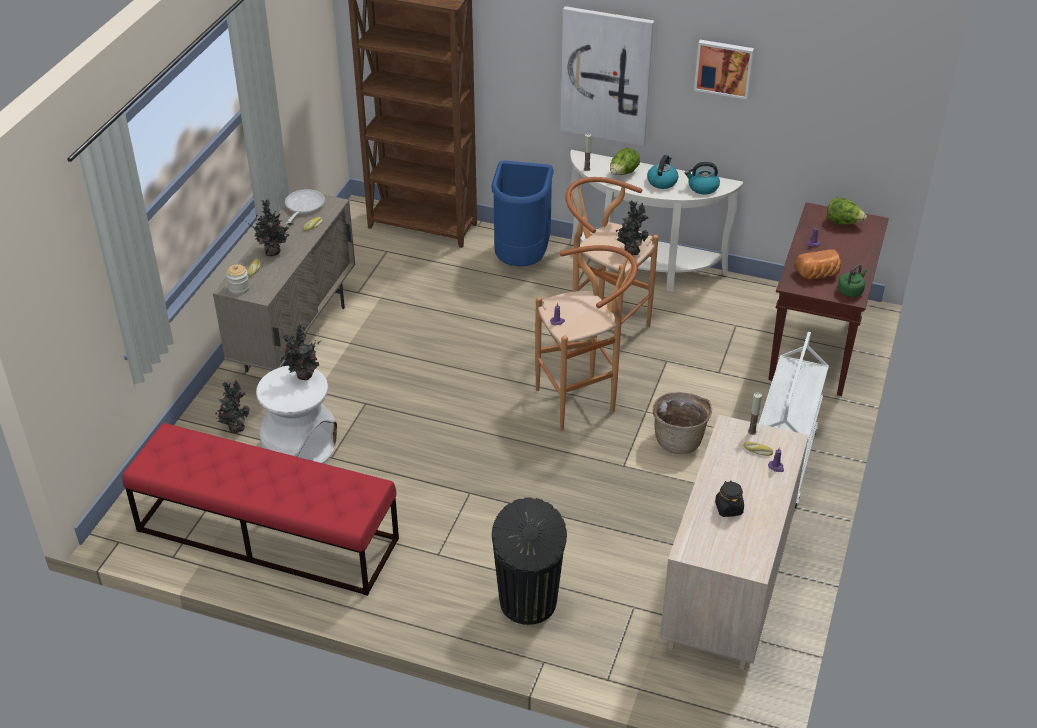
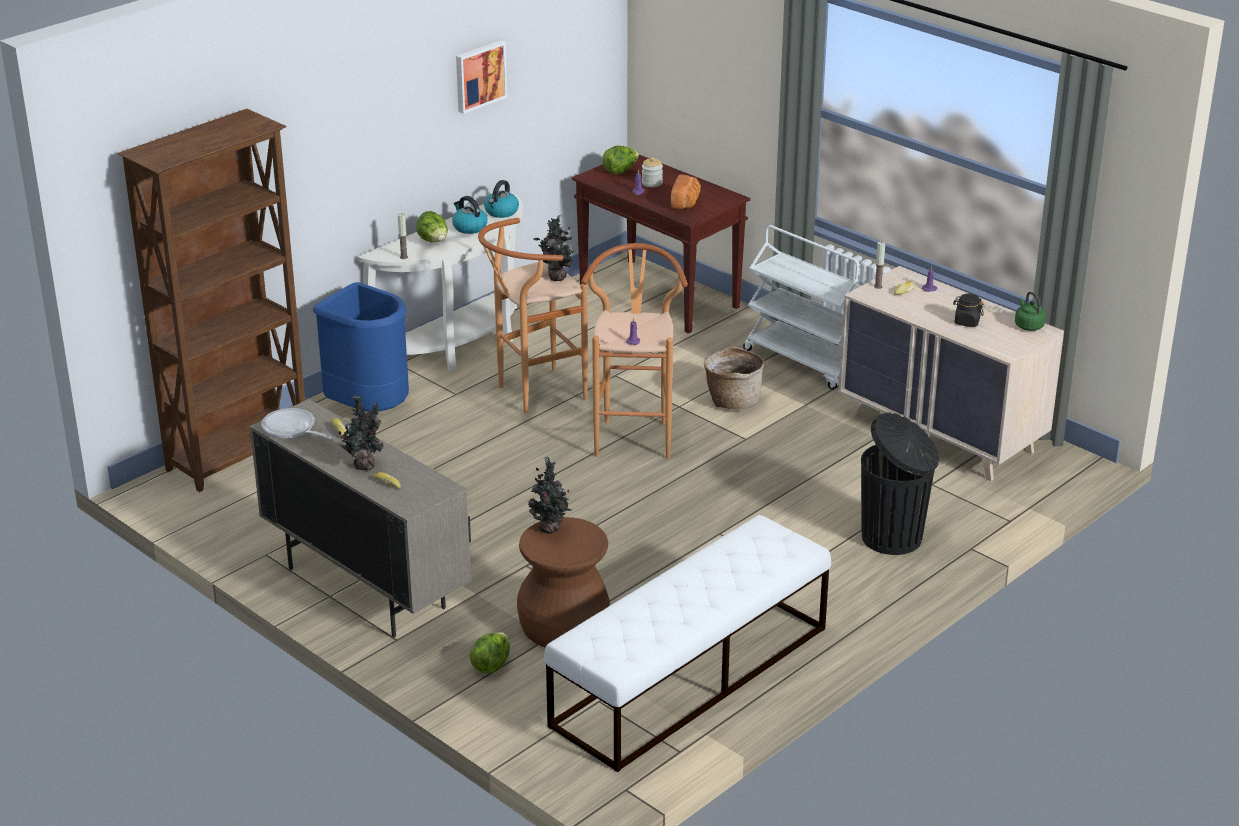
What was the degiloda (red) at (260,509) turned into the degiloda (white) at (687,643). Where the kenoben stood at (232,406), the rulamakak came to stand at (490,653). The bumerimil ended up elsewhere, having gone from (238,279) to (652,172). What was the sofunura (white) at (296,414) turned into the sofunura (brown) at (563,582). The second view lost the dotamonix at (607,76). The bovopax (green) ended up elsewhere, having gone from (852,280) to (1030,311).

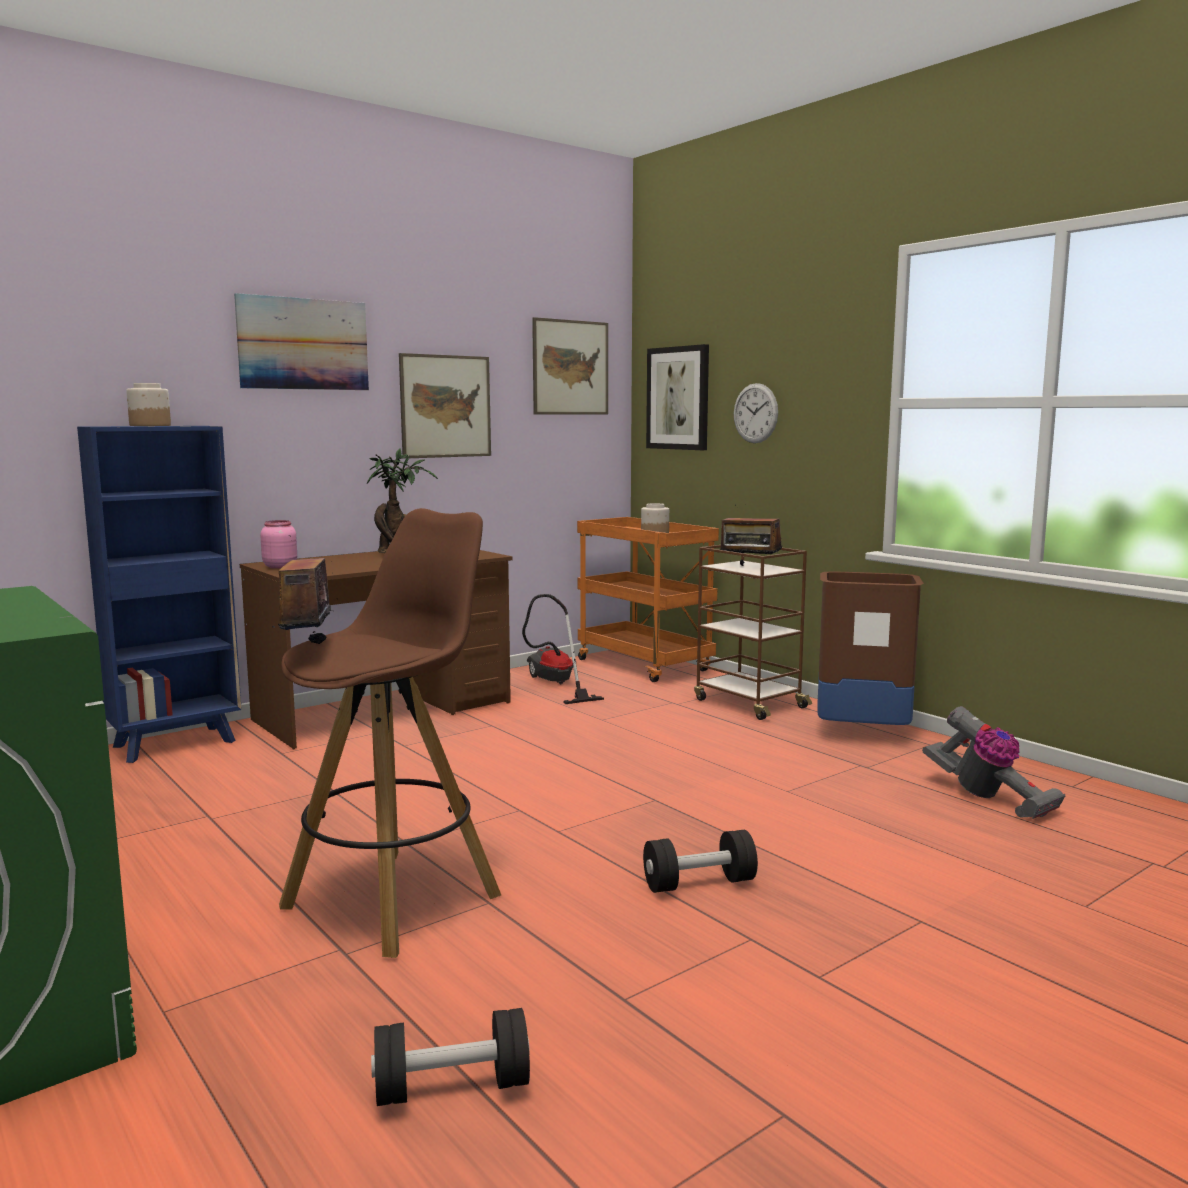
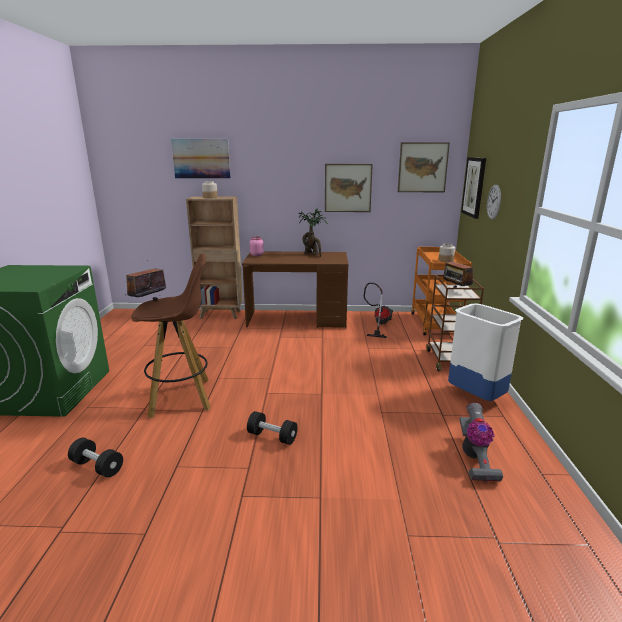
What was the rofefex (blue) at (159,594) turned into the rofefex (brown) at (214,257). The dotamonix ended up elsewhere, having gone from (301,341) to (200,159). What was the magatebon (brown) at (871,648) turned into the magatebon (white) at (485,352).

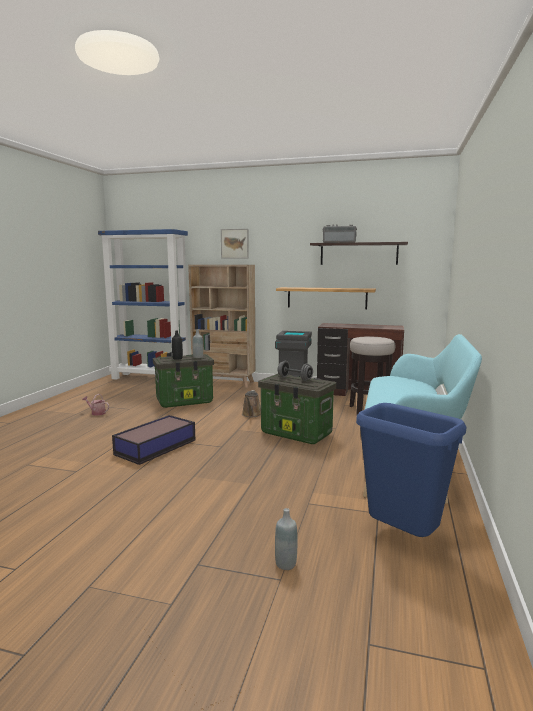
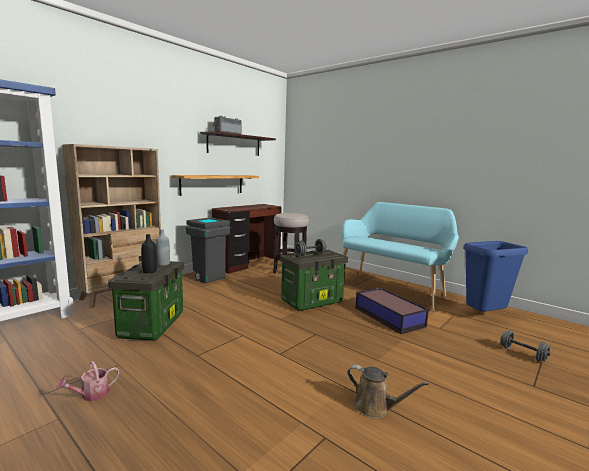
The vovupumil ended up elsewhere, having gone from (153,440) to (392,311). The second view lost the dotamonix at (235,244). The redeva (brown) ended up elsewhere, having gone from (251,403) to (388,392). Where the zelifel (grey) stood at (286,539), the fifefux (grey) came to stand at (525,346).

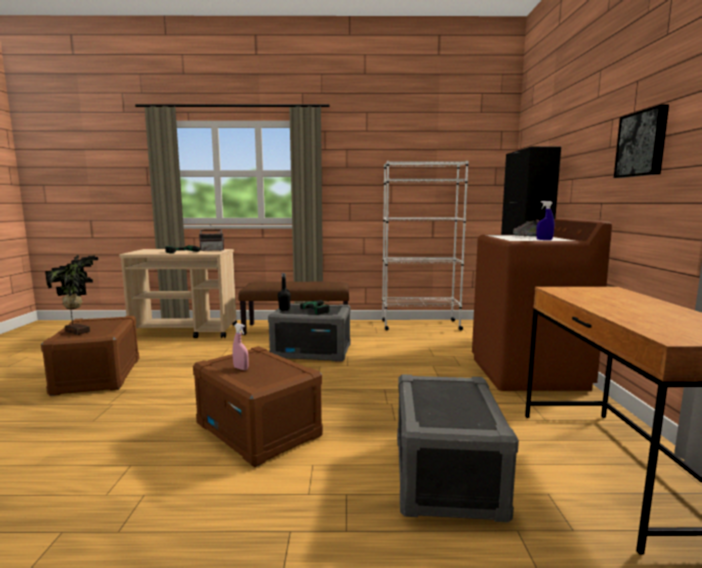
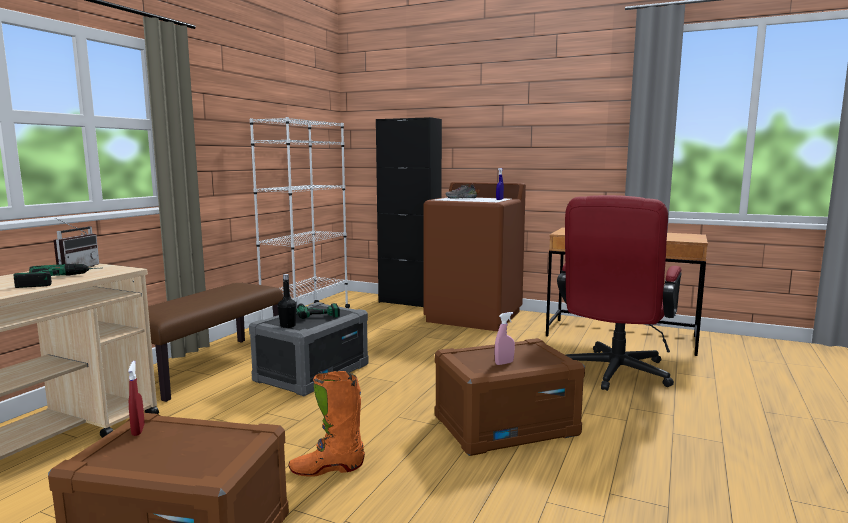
The second view lost the kenoben at (71,295). Where the vovupumil (grey) stood at (458,448), the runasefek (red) came to stand at (619,293). The second view lost the dotamonix at (641,141). The second view gained the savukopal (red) at (136,398). The second view gained the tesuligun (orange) at (327,424).

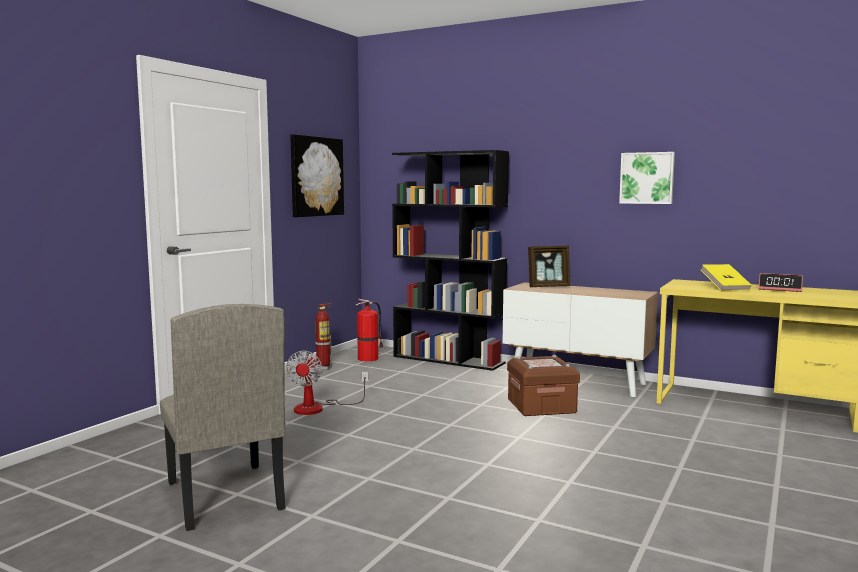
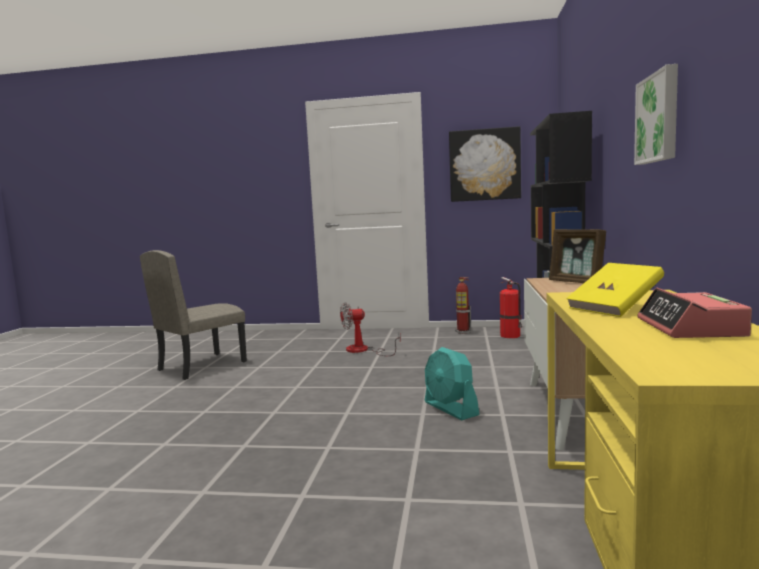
Where the vovupumil (brown) stood at (543,385), the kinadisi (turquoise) came to stand at (452,383).

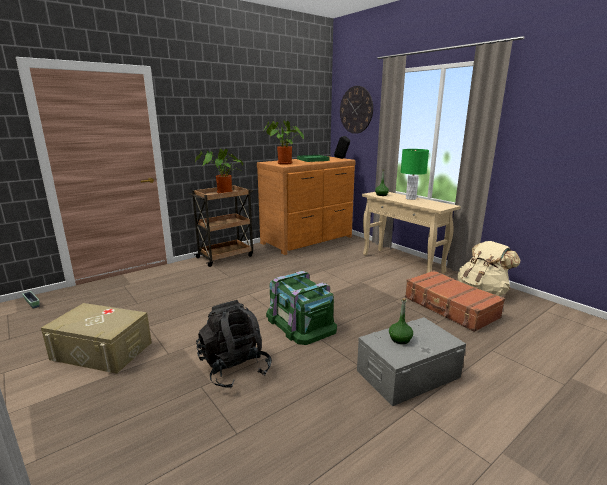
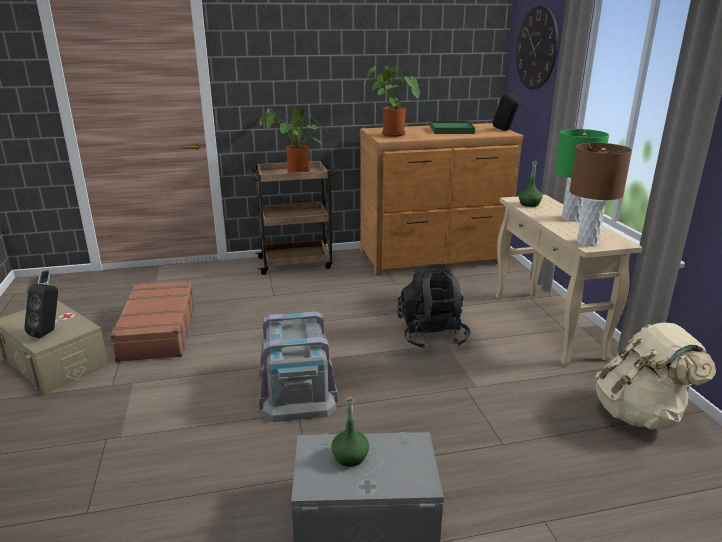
The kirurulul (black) ended up elsewhere, having gone from (234,344) to (434,306). What was the vovupumil (green) at (301,308) turned into the vovupumil (grey) at (298,366). The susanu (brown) ended up elsewhere, having gone from (455,301) to (152,321). The second view gained the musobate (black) at (41,311). The second view gained the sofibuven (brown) at (600,194).

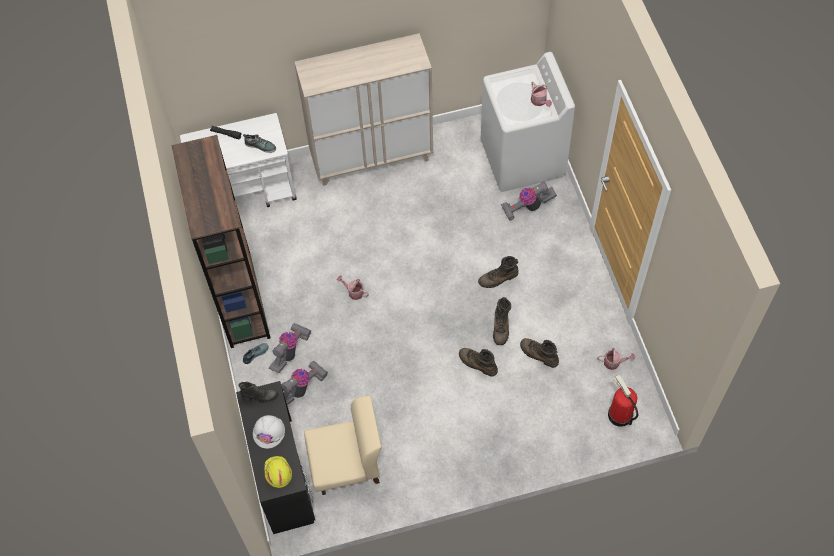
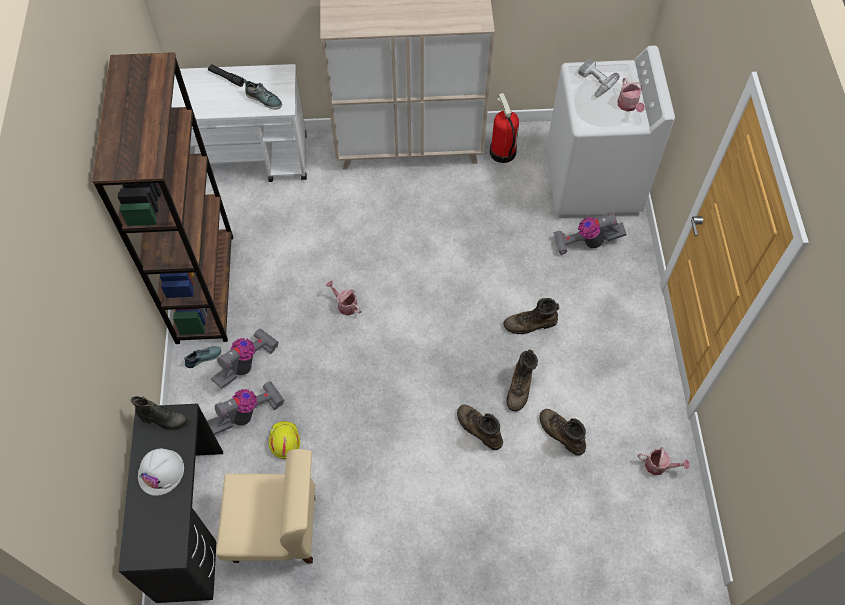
The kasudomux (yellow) ended up elsewhere, having gone from (278,472) to (284,440). The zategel ended up elsewhere, having gone from (623,401) to (504,128). The second view gained the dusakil at (599,77).

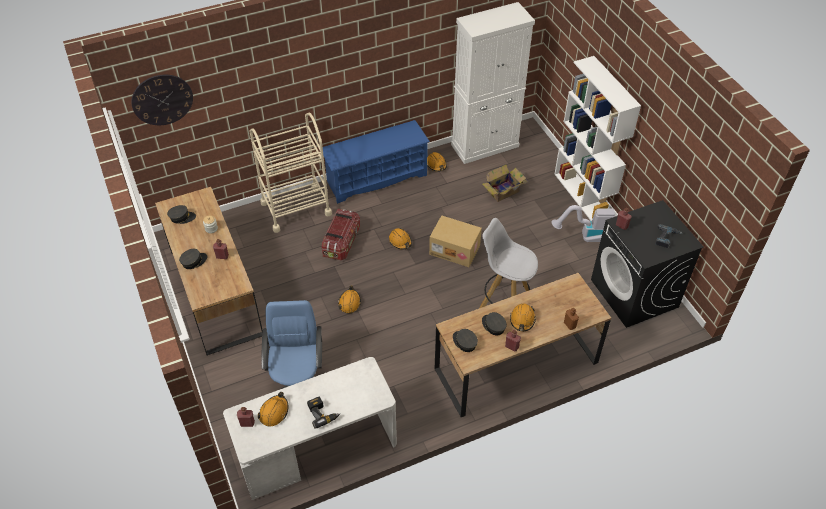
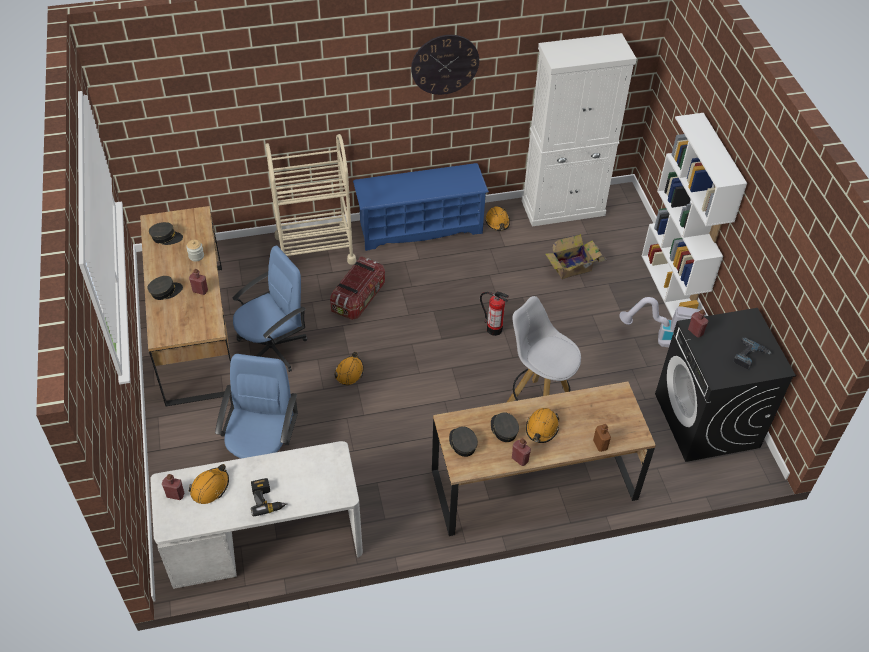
The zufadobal ended up elsewhere, having gone from (162,100) to (445,65). The second view lost the kasudomux (orange) at (400,239). Where the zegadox stood at (455,241), the zategel came to stand at (494,314). The second view gained the runasefek (blue) at (270,308).

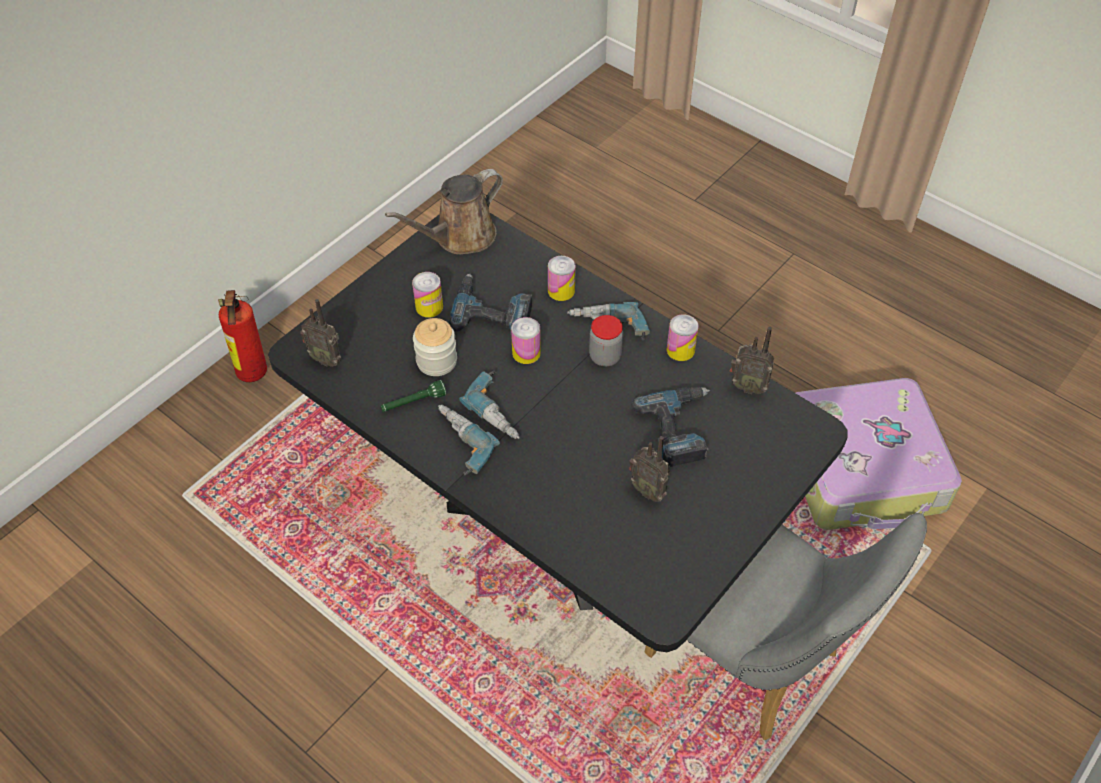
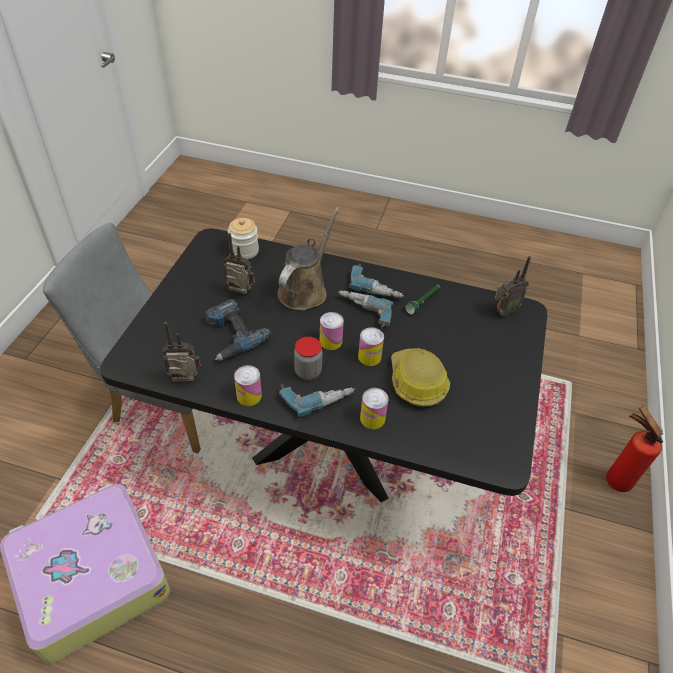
The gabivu at (320,333) ended up facing another way, 150 degrees clockwise from before. The redeva (brown) ended up elsewhere, having gone from (444,211) to (308,258). The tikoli ended up elsewhere, having gone from (427,295) to (332,331). The bumerimil ended up elsewhere, having gone from (435,347) to (243,238). Where the dusakil stood at (490,303), the kasudomux came to stand at (420,377).

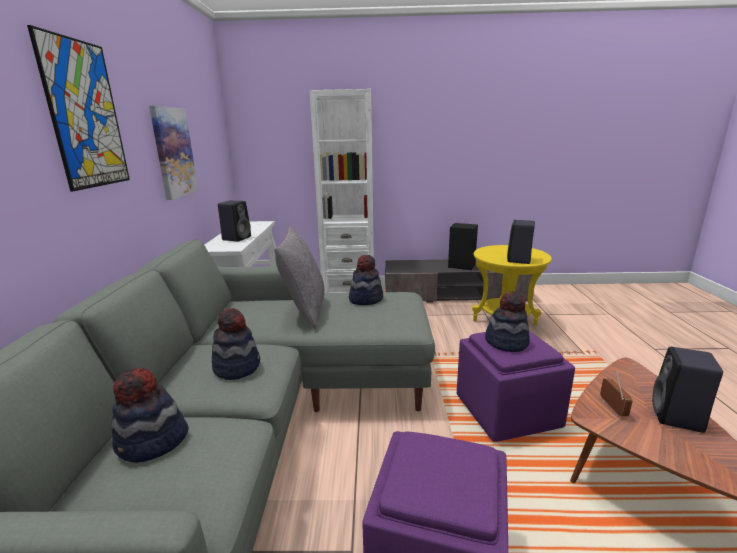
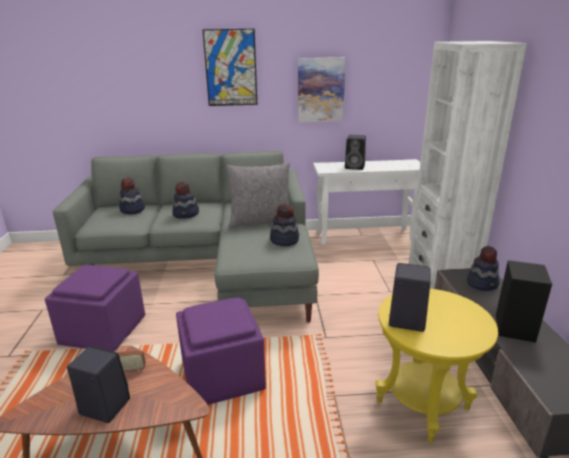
The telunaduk ended up elsewhere, having gone from (507,322) to (483,268).

